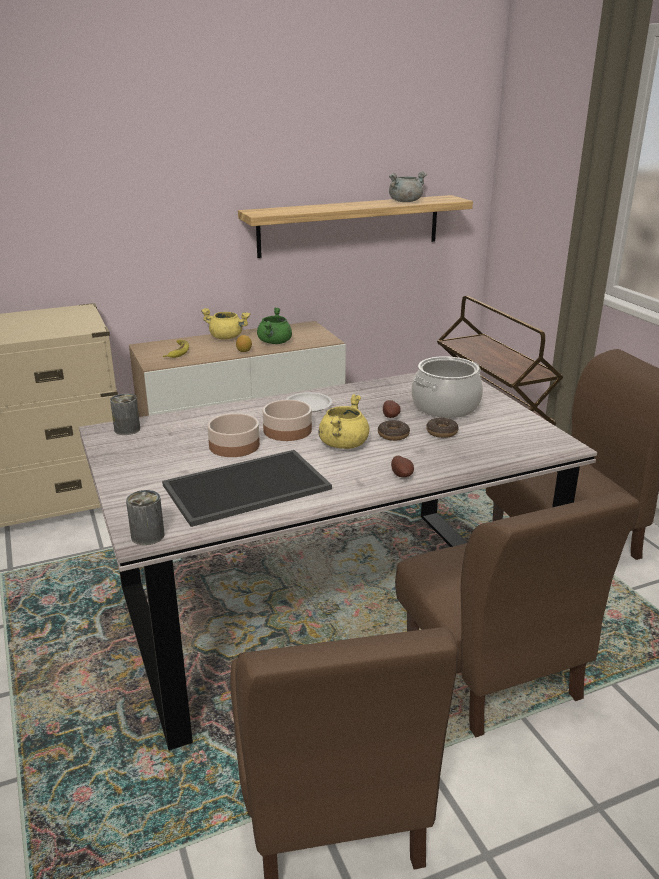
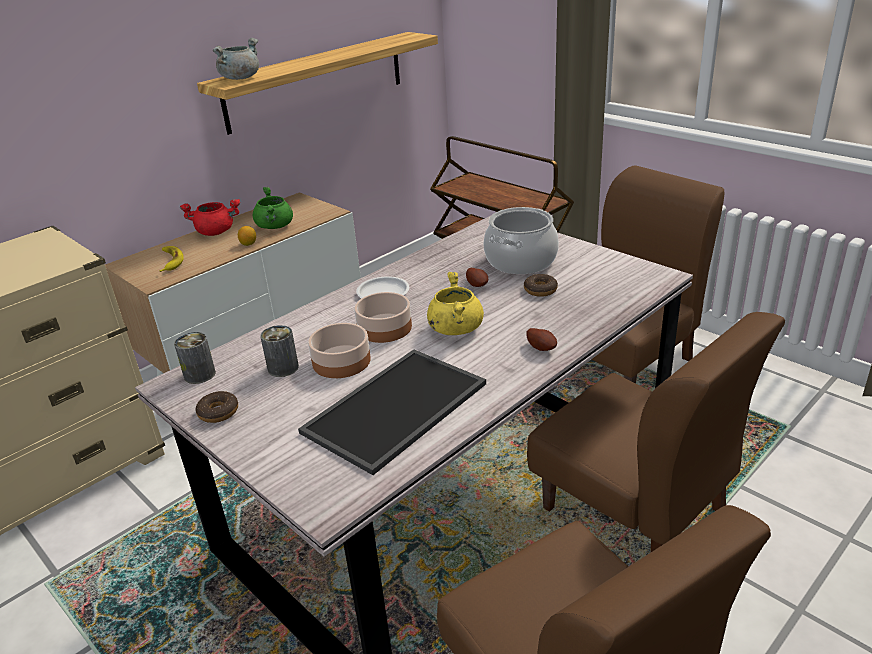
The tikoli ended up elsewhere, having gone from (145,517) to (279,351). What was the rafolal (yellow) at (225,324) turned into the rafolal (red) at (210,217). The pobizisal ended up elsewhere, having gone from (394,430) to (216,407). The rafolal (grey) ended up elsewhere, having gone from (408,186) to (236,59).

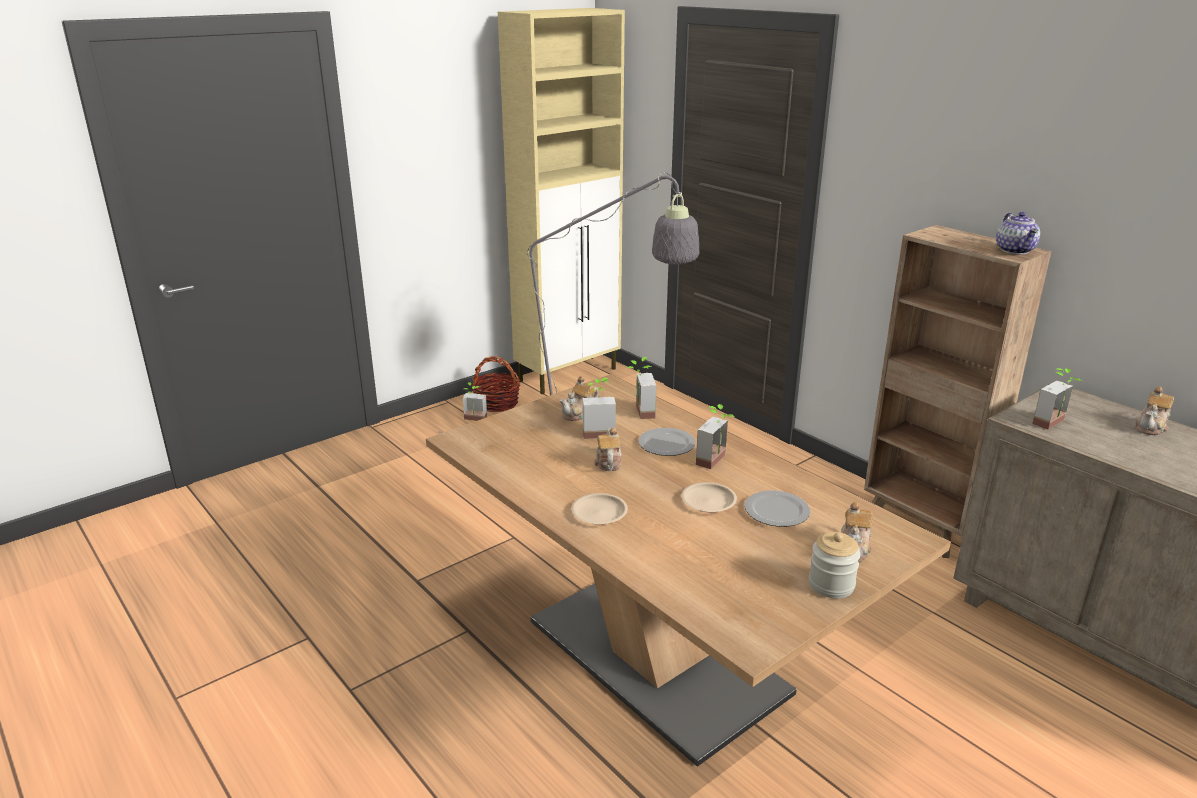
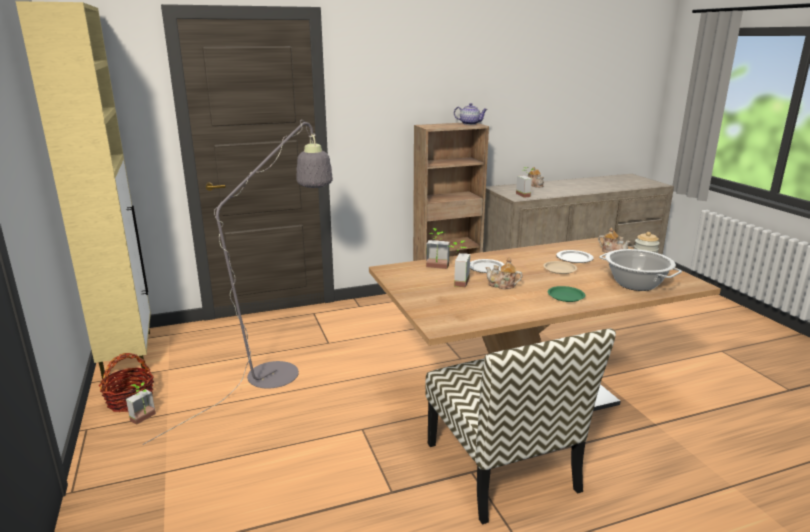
The second view lost the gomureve at (579,398). What was the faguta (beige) at (599,509) turned into the faguta (green) at (566,294). The second view lost the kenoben at (715,436). The second view gained the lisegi at (520,426). The second view gained the rafolal at (640,270).

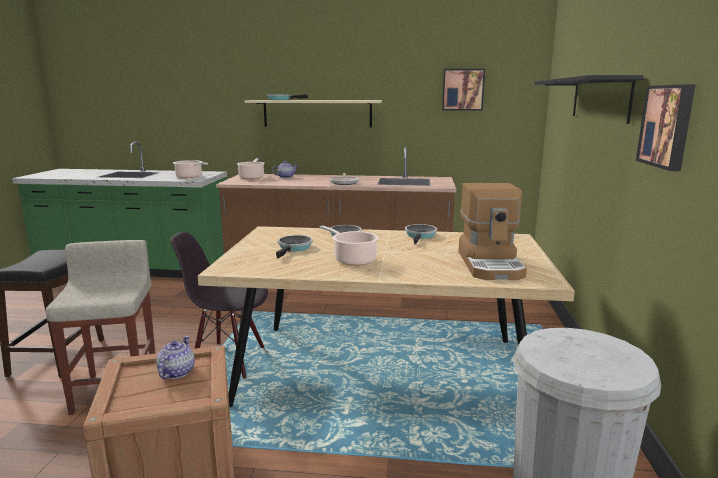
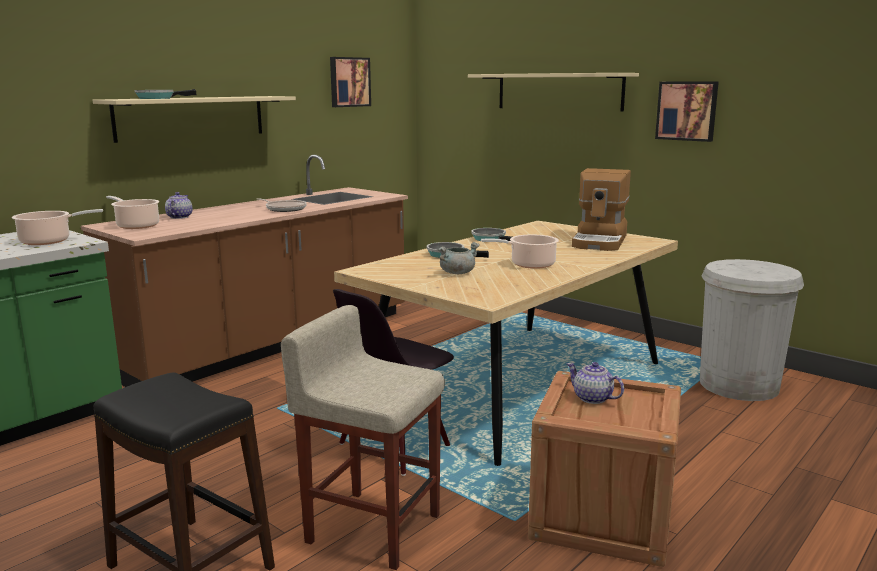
Where the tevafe stood at (294,247), the rafolal (grey) came to stand at (459,258). The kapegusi at (492,231) ended up facing another way, 75 degrees clockwise from before. What was the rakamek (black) at (588,99) turned into the rakamek (beige) at (553,92).

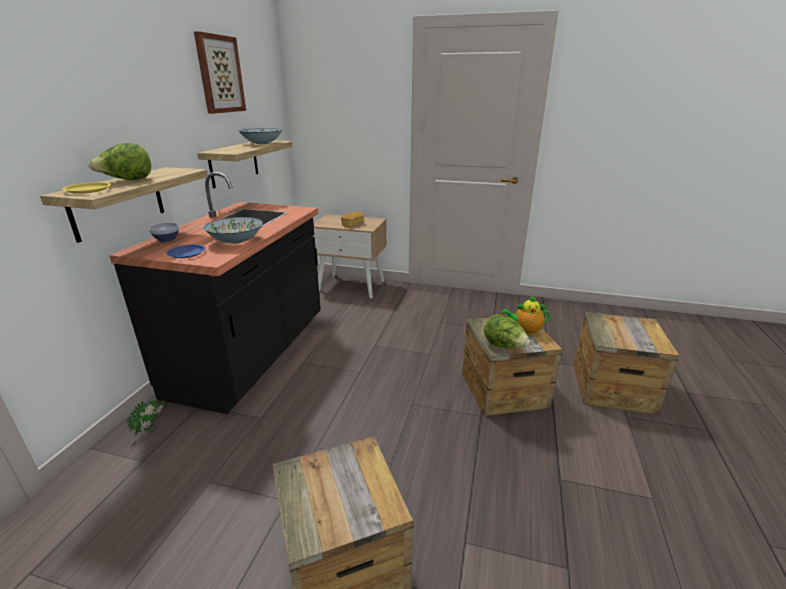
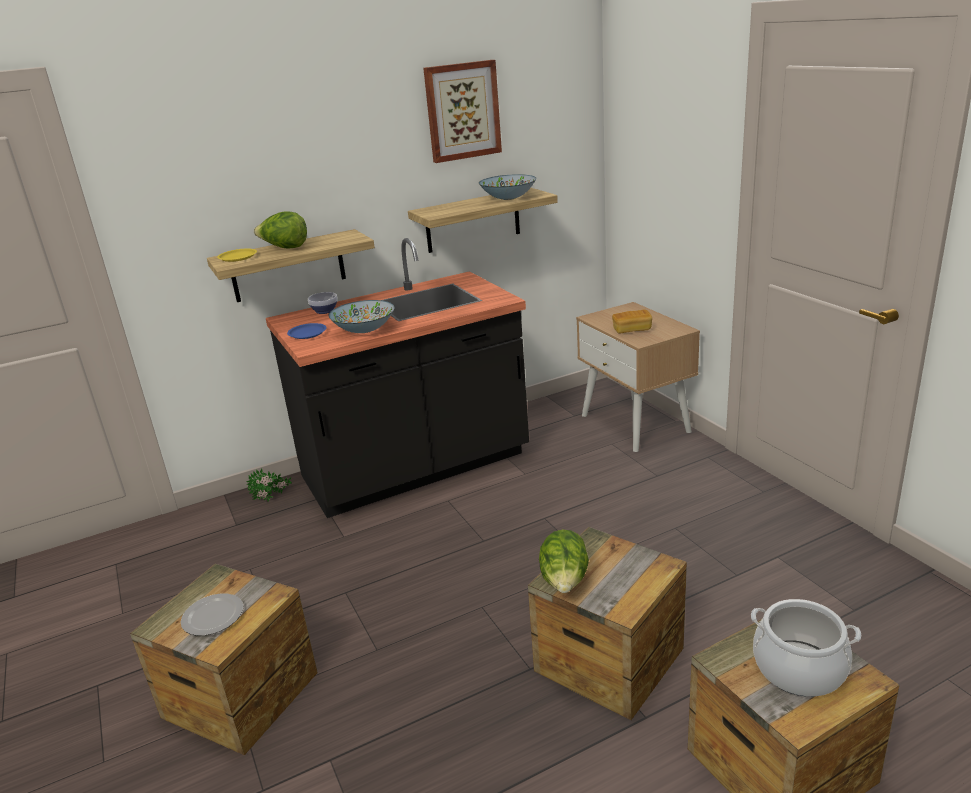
The second view lost the gomureve at (525,315). The second view gained the faguta at (212,615). The second view gained the rafolal at (806,648).

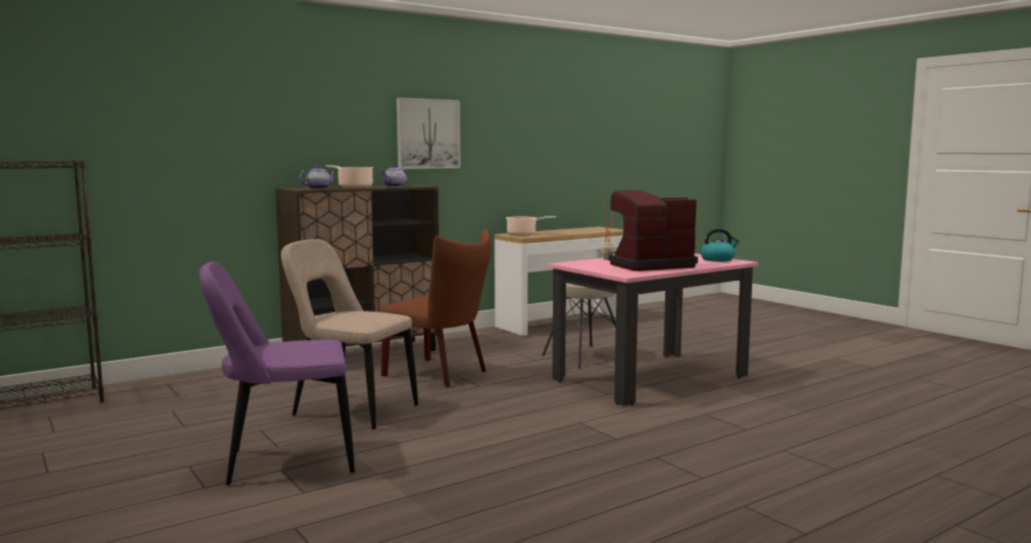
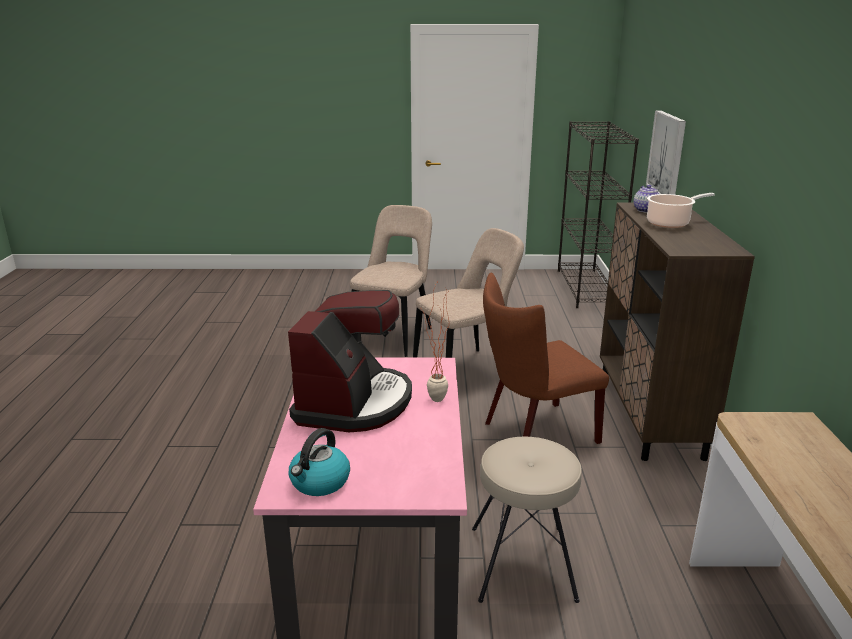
What was the lisegi (purple) at (277,373) turned into the lisegi (beige) at (391,281). The second view lost the gomureve at (394,176). The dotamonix ended up elsewhere, having gone from (429,133) to (666,152). The second view lost the rafolal at (531,226).

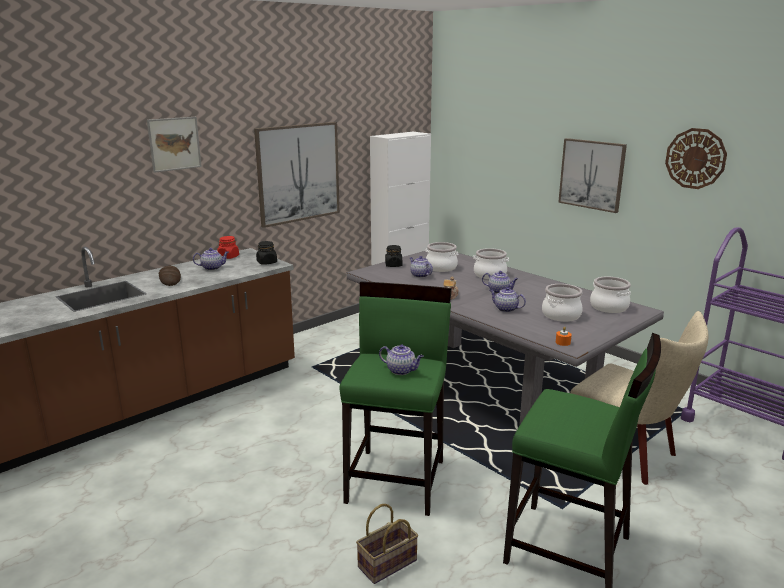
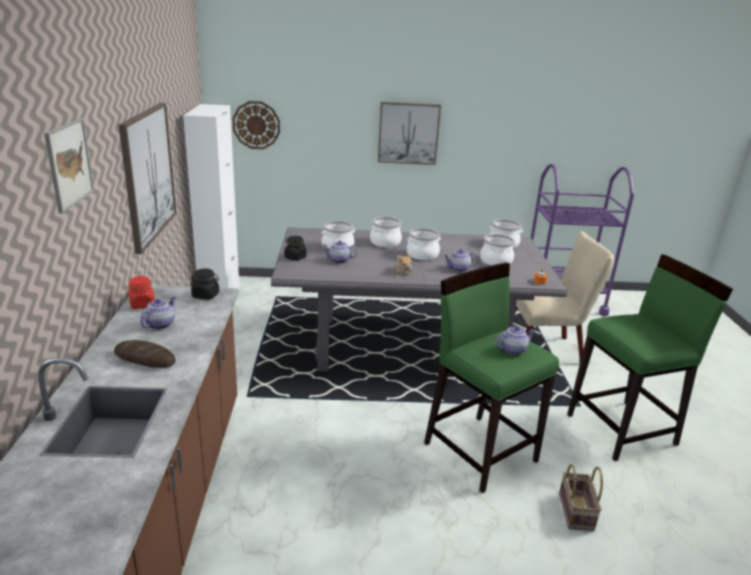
Where the gomureve stood at (500,282), the rafolal came to stand at (424,244). The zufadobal ended up elsewhere, having gone from (696,158) to (256,125).

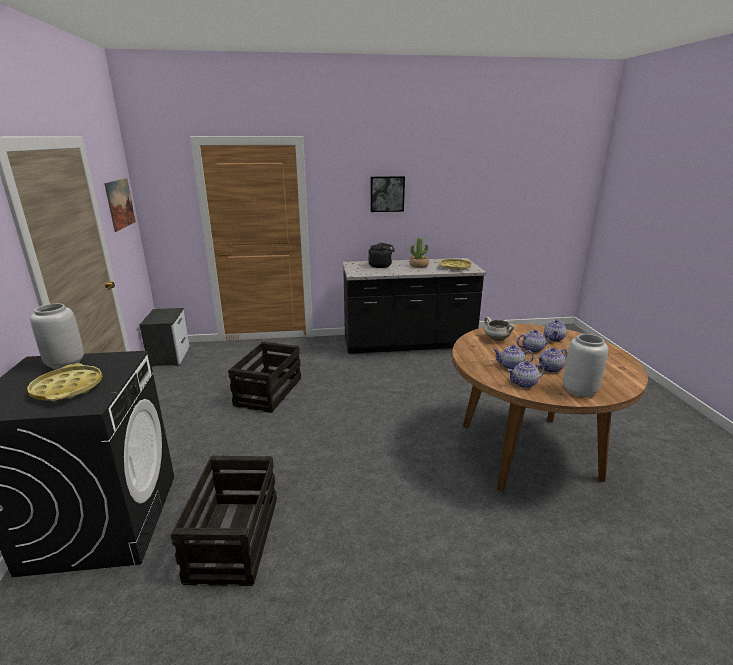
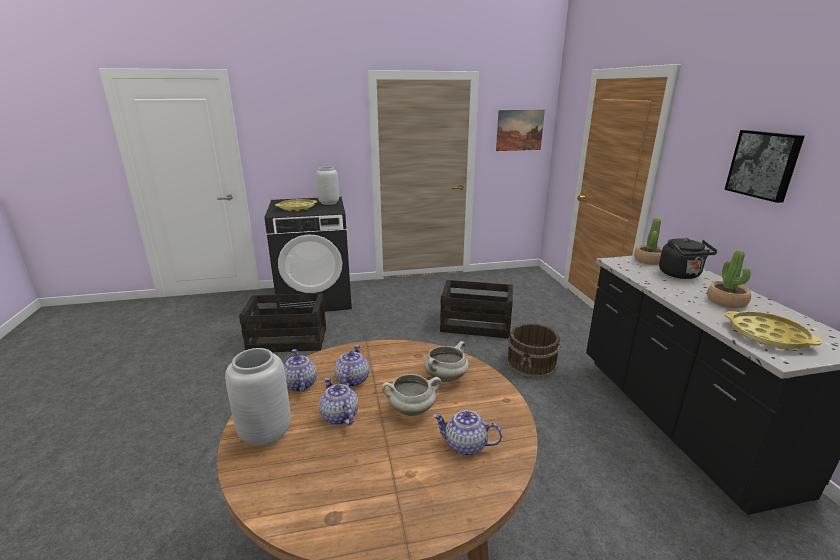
The second view lost the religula at (164,337). Where the gomureve stood at (534,341), the rafolal (white) came to stand at (411,395). The second view gained the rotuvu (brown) at (533,350). The second view gained the kenoben at (648,241).

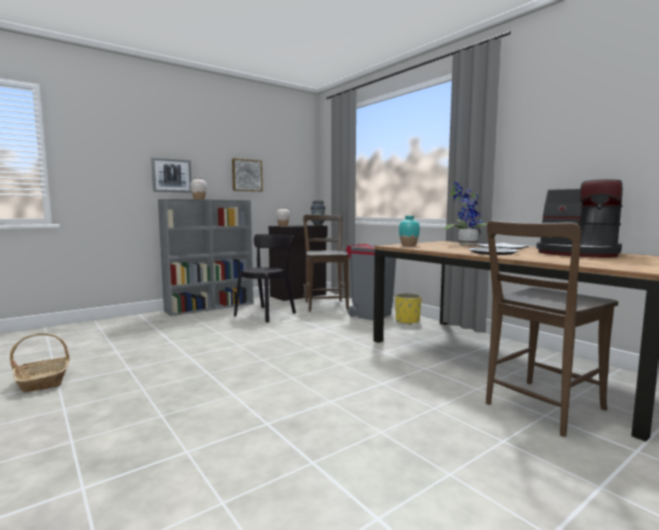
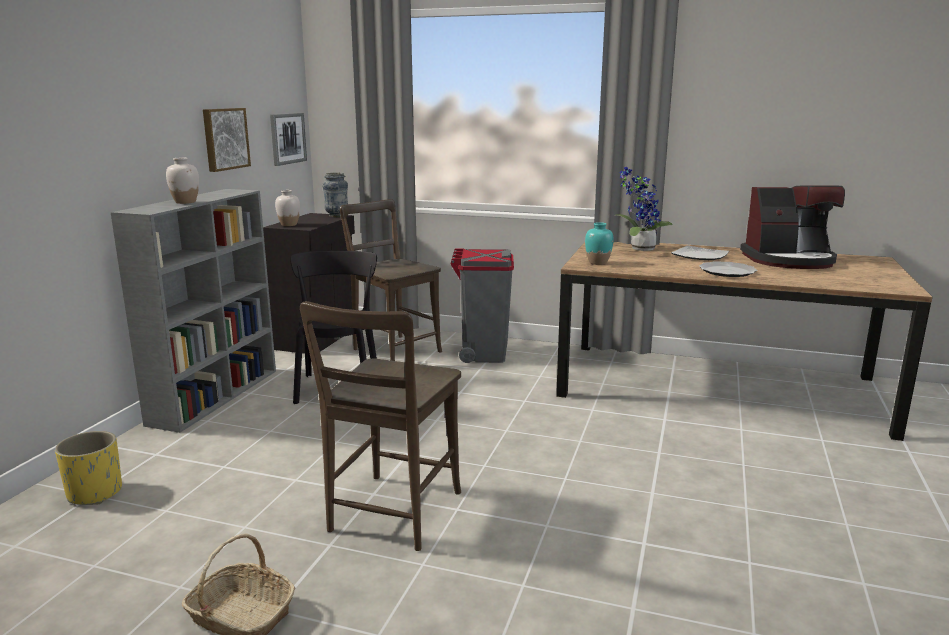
The dotamonix ended up elsewhere, having gone from (171,175) to (288,139). The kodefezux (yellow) ended up elsewhere, having gone from (408,309) to (88,468). The lisegi (brown) ended up elsewhere, having gone from (552,328) to (380,426).

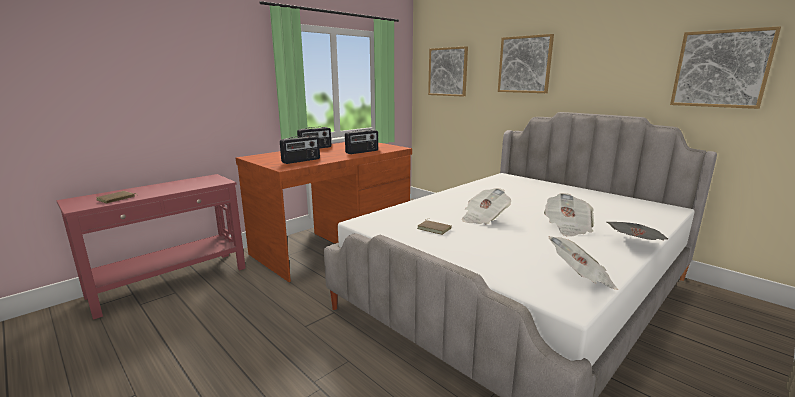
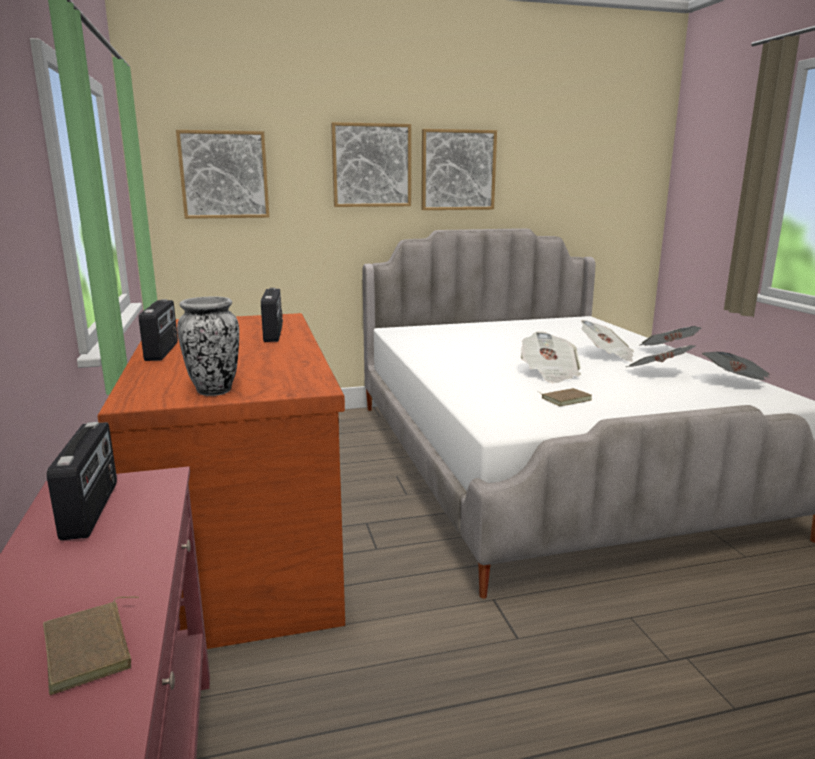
The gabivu ended up elsewhere, having gone from (300,149) to (82,481). The dotamonix ended up elsewhere, having gone from (725,67) to (459,169). The second view gained the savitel at (208,346). The second view gained the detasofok at (661,356).

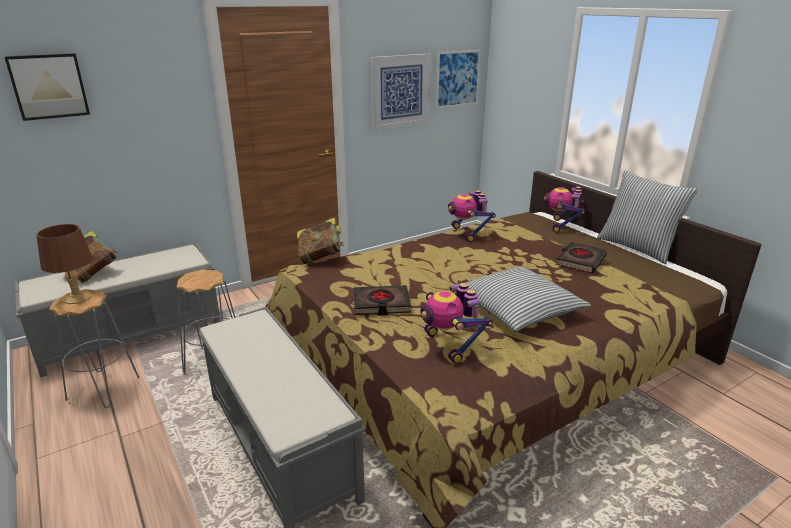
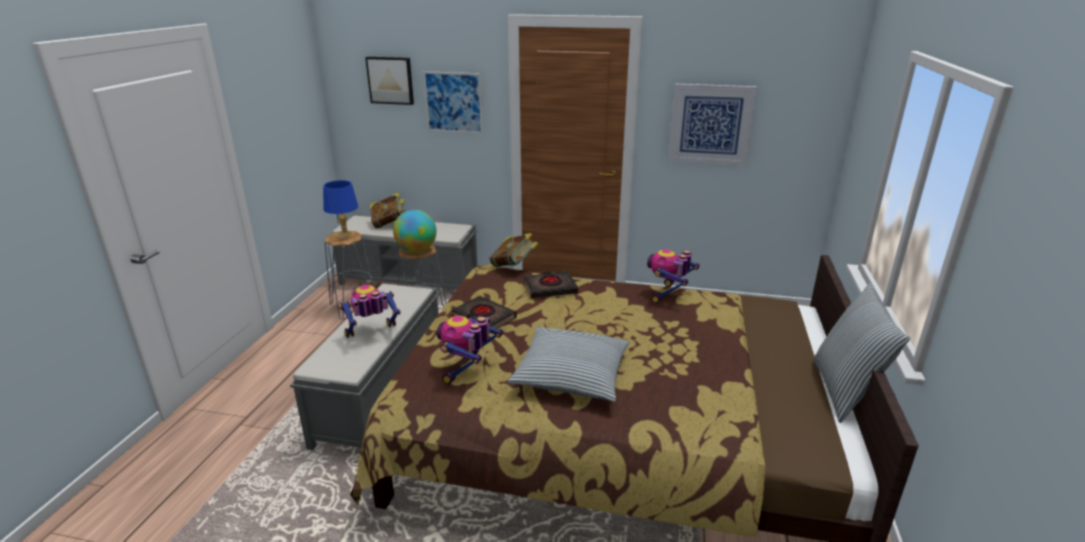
What was the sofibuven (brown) at (64,264) turned into the sofibuven (blue) at (340,209). The dotamonix ended up elsewhere, having gone from (458,79) to (453,102). The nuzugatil ended up elsewhere, having gone from (564,210) to (369,311). The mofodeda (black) ended up elsewhere, having gone from (581,257) to (551,284). The second view gained the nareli at (415,231).

